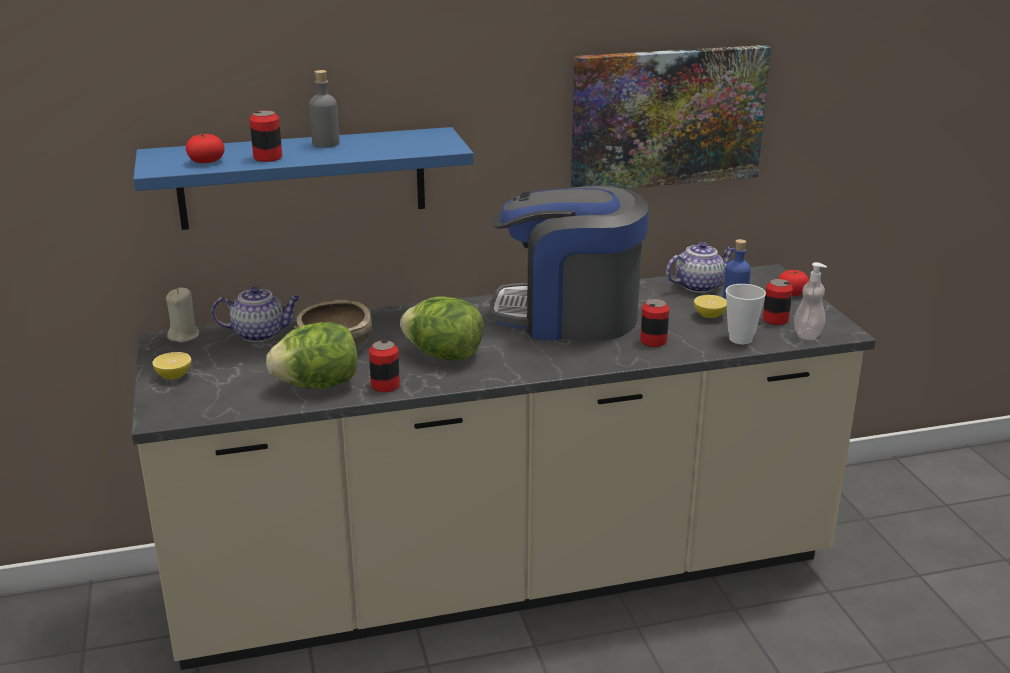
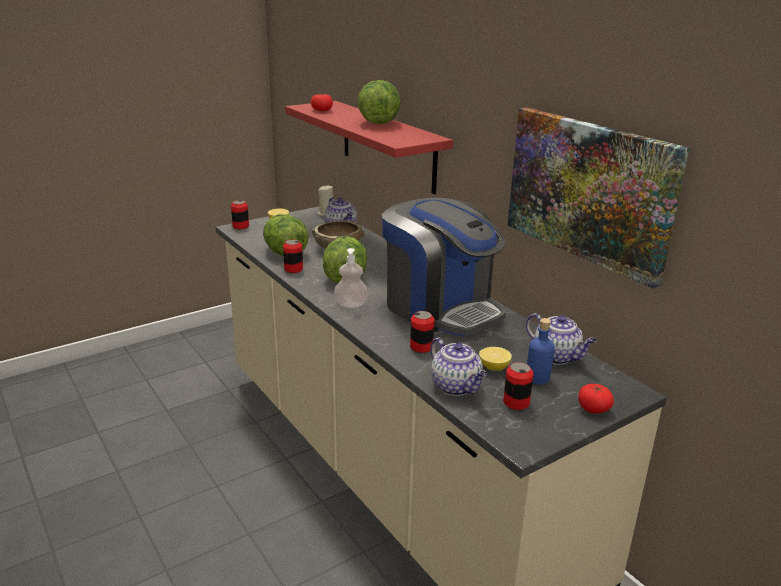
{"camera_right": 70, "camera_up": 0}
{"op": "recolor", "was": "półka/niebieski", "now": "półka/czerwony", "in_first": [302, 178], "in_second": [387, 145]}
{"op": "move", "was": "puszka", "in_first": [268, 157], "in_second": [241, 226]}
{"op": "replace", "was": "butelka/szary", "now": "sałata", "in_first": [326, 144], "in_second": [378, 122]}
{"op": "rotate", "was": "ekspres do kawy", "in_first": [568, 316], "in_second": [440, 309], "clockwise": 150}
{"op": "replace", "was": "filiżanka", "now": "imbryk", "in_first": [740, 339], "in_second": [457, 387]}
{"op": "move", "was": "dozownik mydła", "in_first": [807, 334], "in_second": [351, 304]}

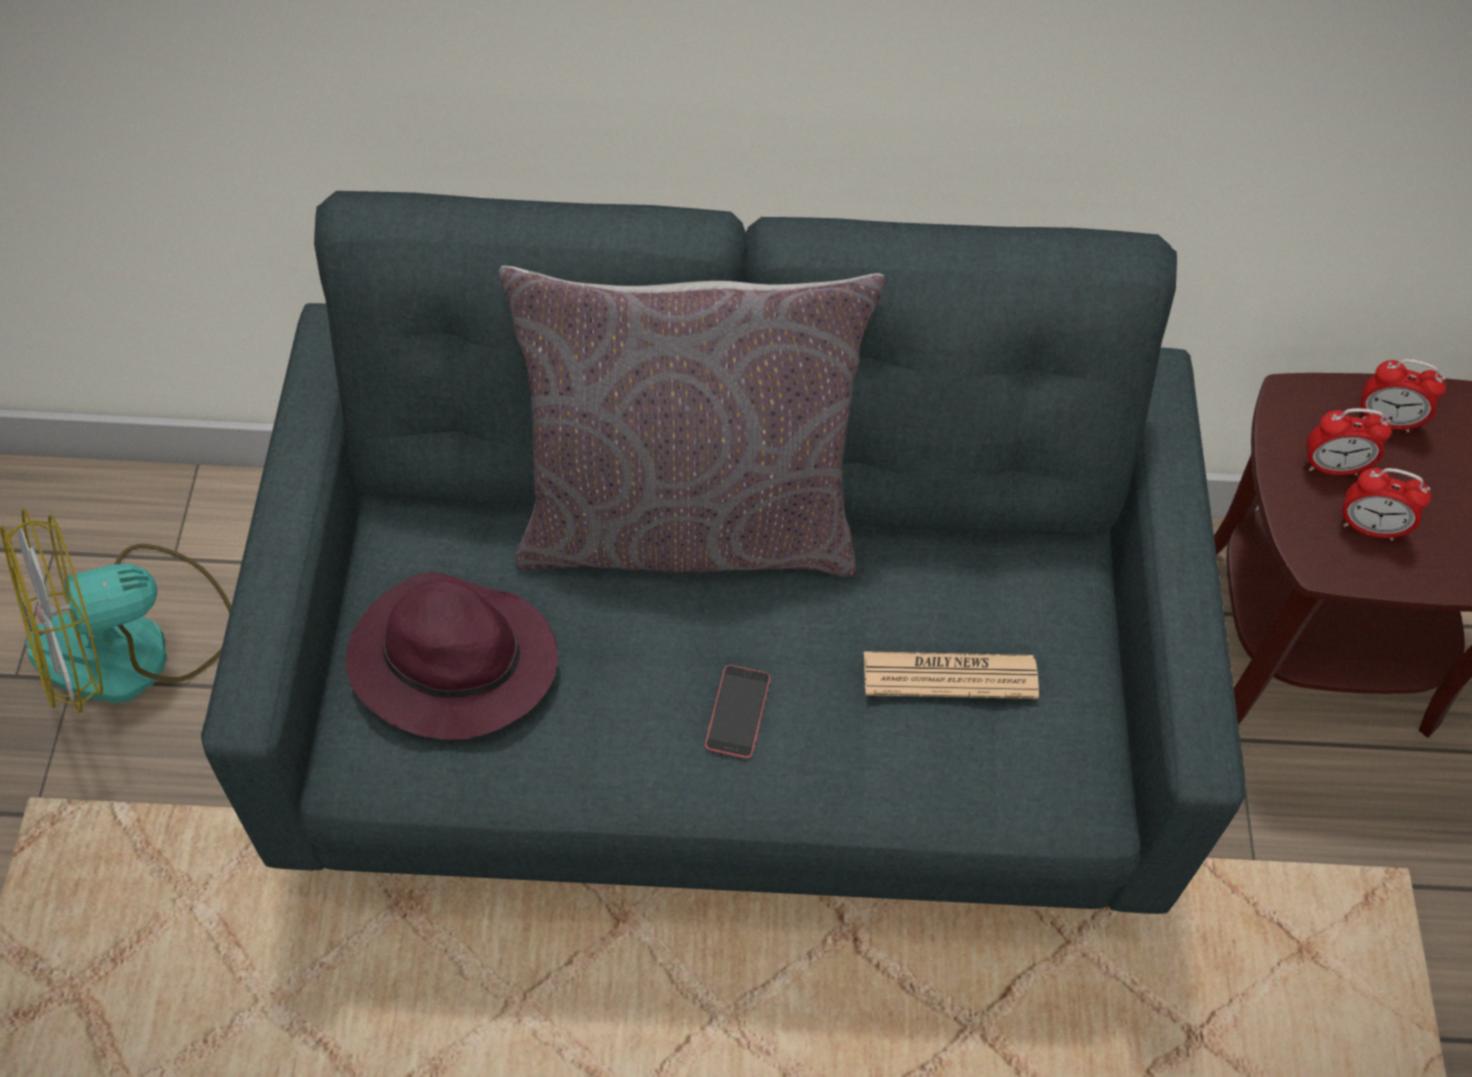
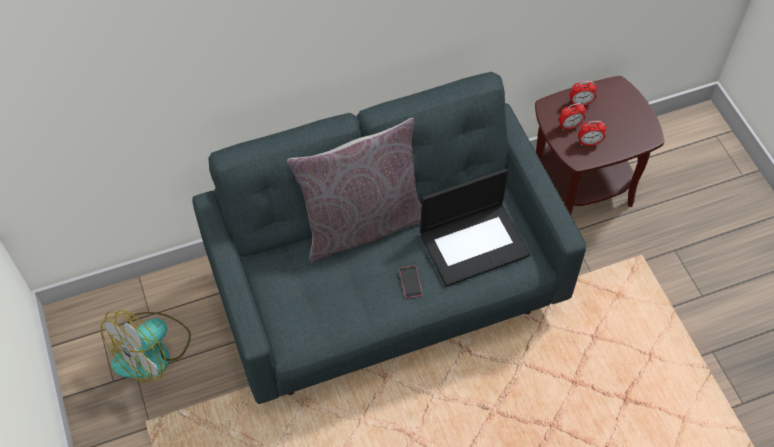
{"camera_right": -20, "camera_up": 0}
{"op": "delete", "was": "kapelusz/fioletowy", "in_first": [450, 662]}
{"op": "replace", "was": "gazeta", "now": "laptop", "in_first": [949, 676], "in_second": [474, 243]}

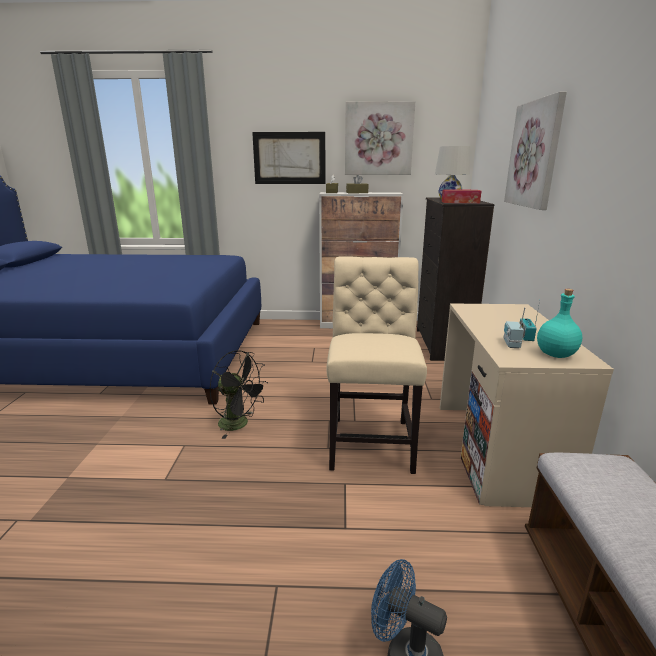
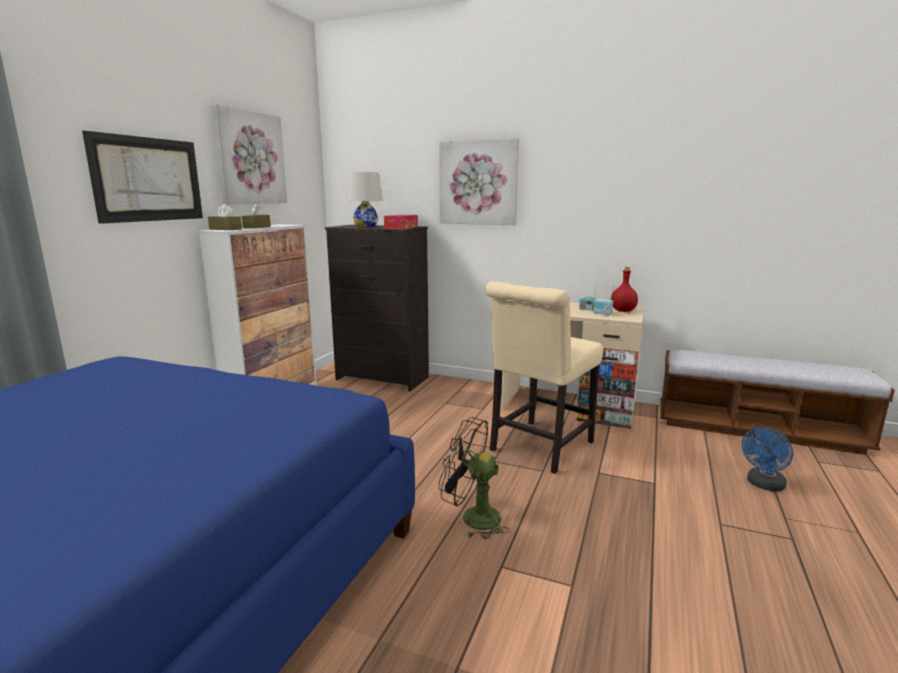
{"camera_right": -70, "camera_up": -5}
{"op": "rotate", "was": "wentylator/czarny", "in_first": [239, 424], "in_second": [472, 517], "clockwise": -120}
{"op": "rotate", "was": "krzesło/beżowy", "in_first": [371, 440], "in_second": [538, 448], "clockwise": -75}
{"op": "recolor", "was": "butelka/turkusowy", "now": "butelka/czerwony", "in_first": [556, 355], "in_second": [623, 311]}

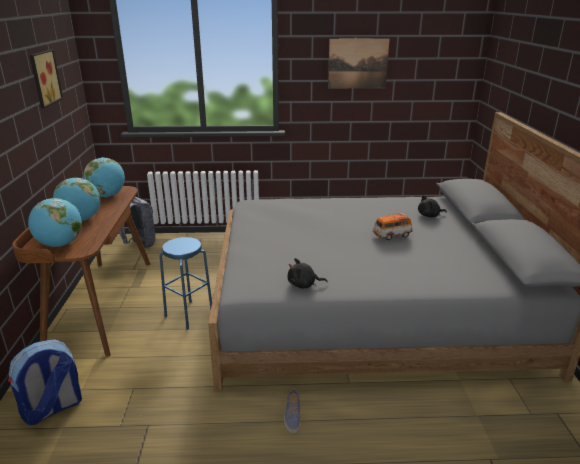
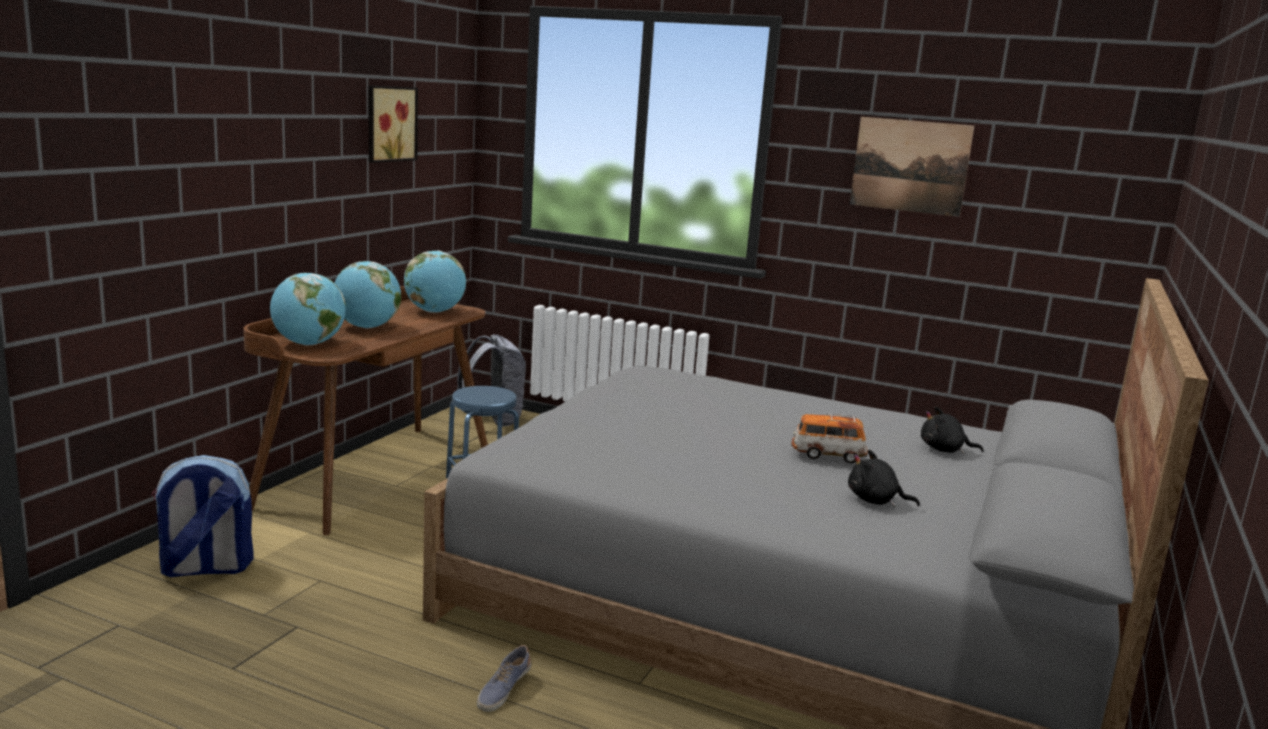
{"camera_right": 25, "camera_up": -10}
{"op": "move", "was": "pluszak/czarny", "in_first": [304, 285], "in_second": [875, 501]}

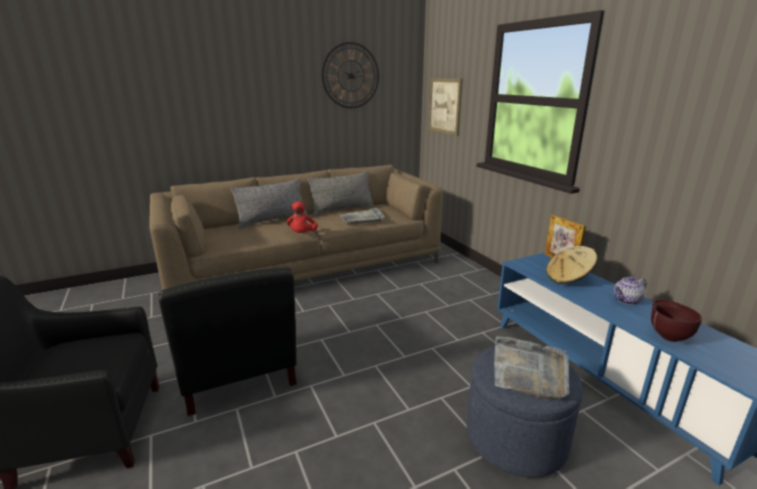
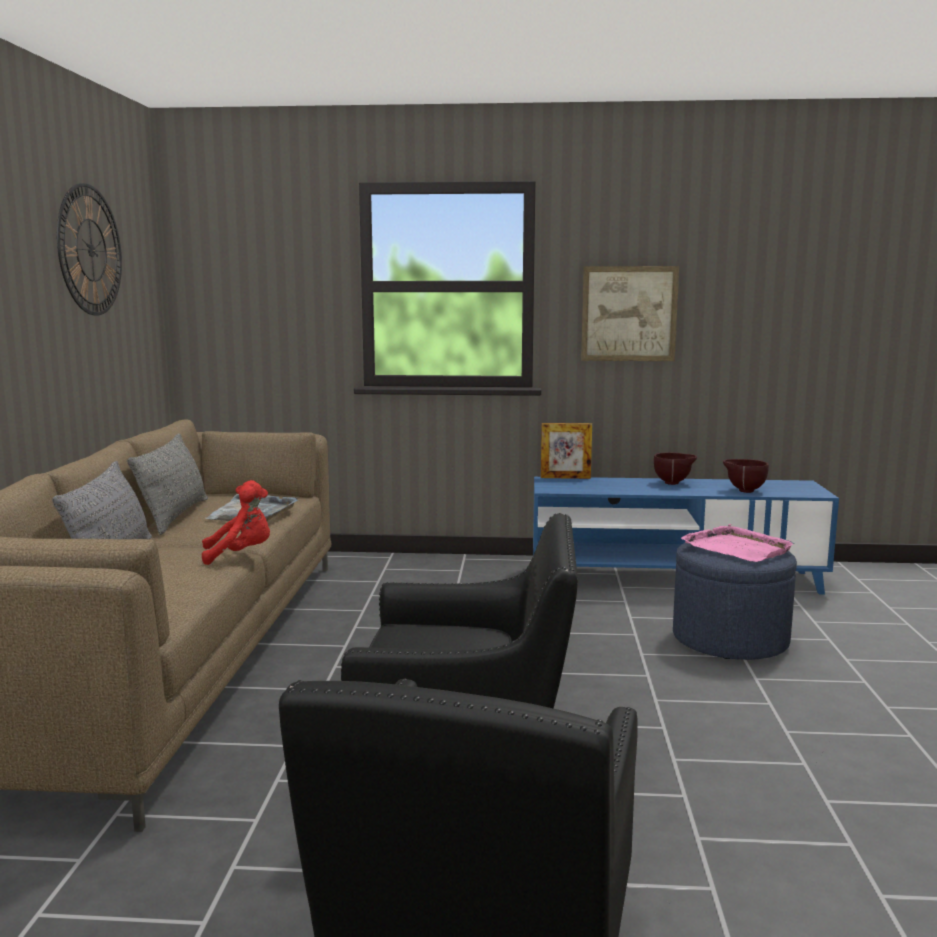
{"camera_right": -60, "camera_up": -10}
{"op": "rotate", "was": "pluszak/czerwony", "in_first": [302, 235], "in_second": [240, 555], "clockwise": -45}
{"op": "move", "was": "obraz", "in_first": [445, 106], "in_second": [629, 313]}
{"op": "recolor", "was": "taca/szary", "now": "taca/różowy", "in_first": [529, 370], "in_second": [737, 548]}
{"op": "delete", "was": "kapelusz/beżowy", "in_first": [568, 278]}
{"op": "replace", "was": "imbryk", "now": "miska/brązowy", "in_first": [627, 300], "in_second": [674, 483]}

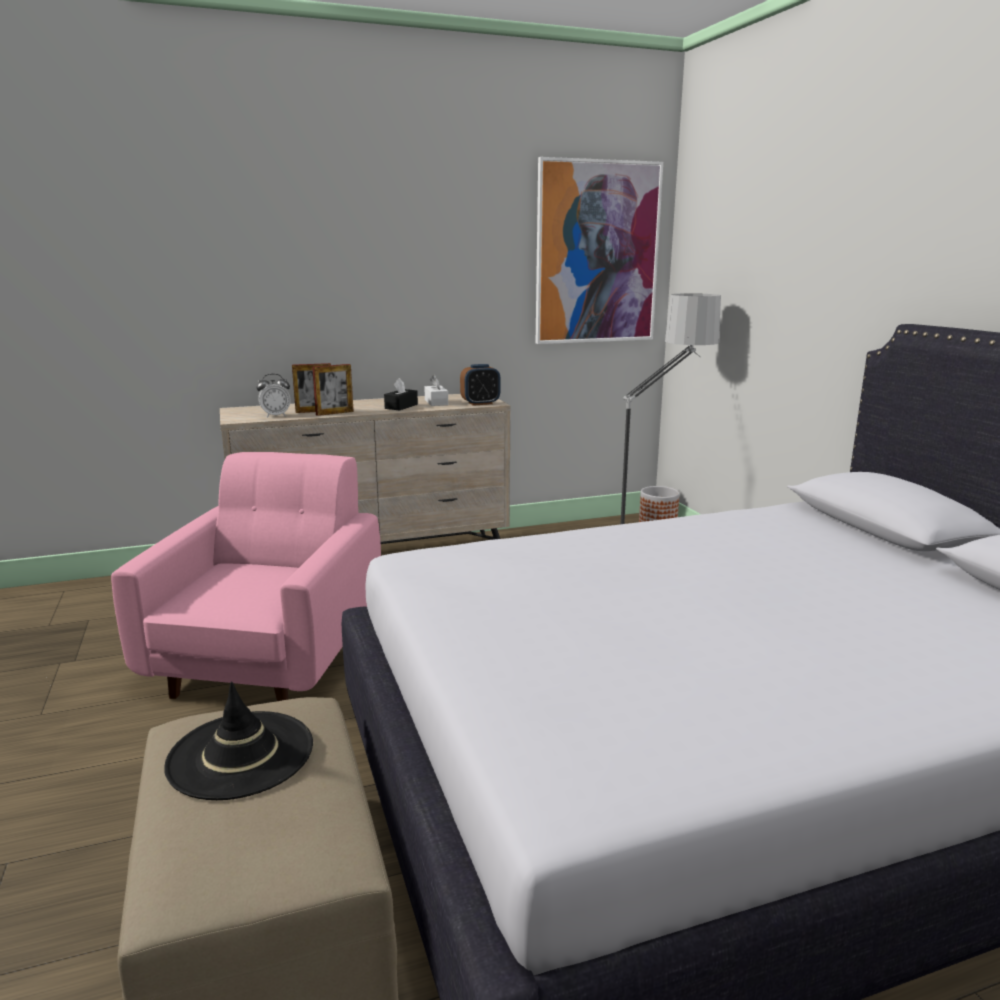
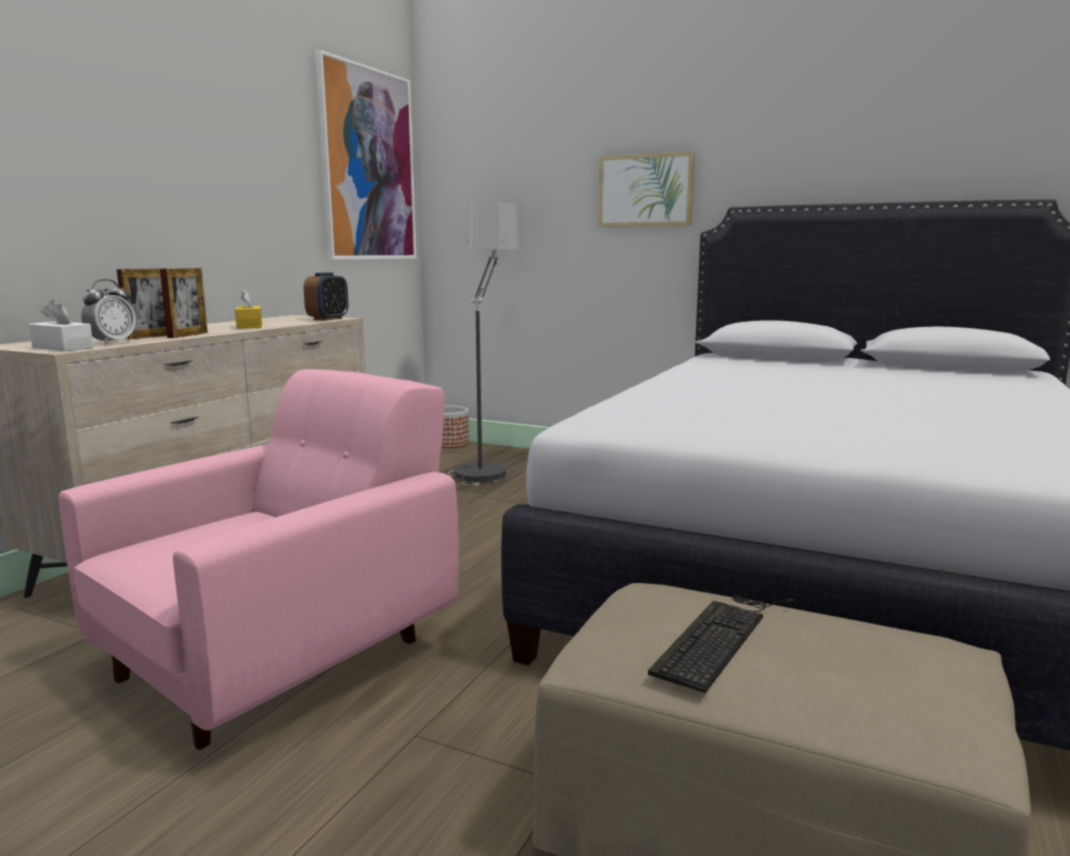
{"camera_right": -45, "camera_up": -5}
{"op": "rotate", "was": "fotel/różowy", "in_first": [271, 655], "in_second": [282, 655], "clockwise": 75}
{"op": "replace", "was": "kapelusz/czarny", "now": "klawiatura", "in_first": [241, 755], "in_second": [720, 636]}
{"op": "recolor", "was": "pudełko chusteczek/czarny", "now": "pudełko chusteczek/żółty", "in_first": [401, 406], "in_second": [249, 326]}
{"op": "move", "was": "pudełko chusteczek/biały", "in_first": [436, 402], "in_second": [63, 348]}
{"op": "insert", "now": "obraz", "in_second": [645, 190]}

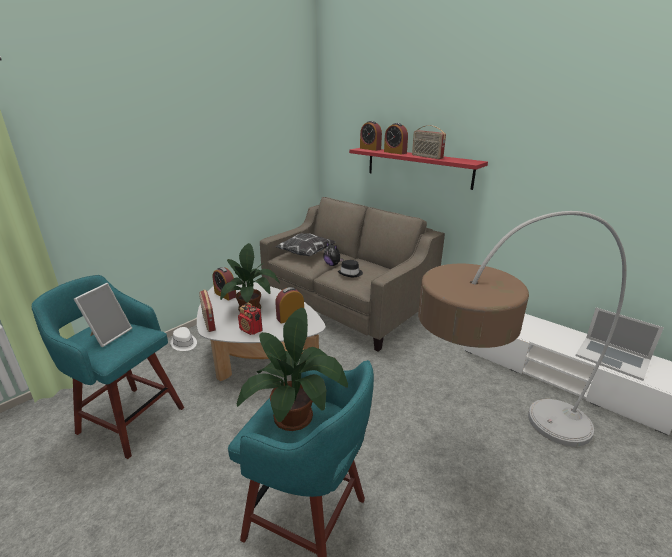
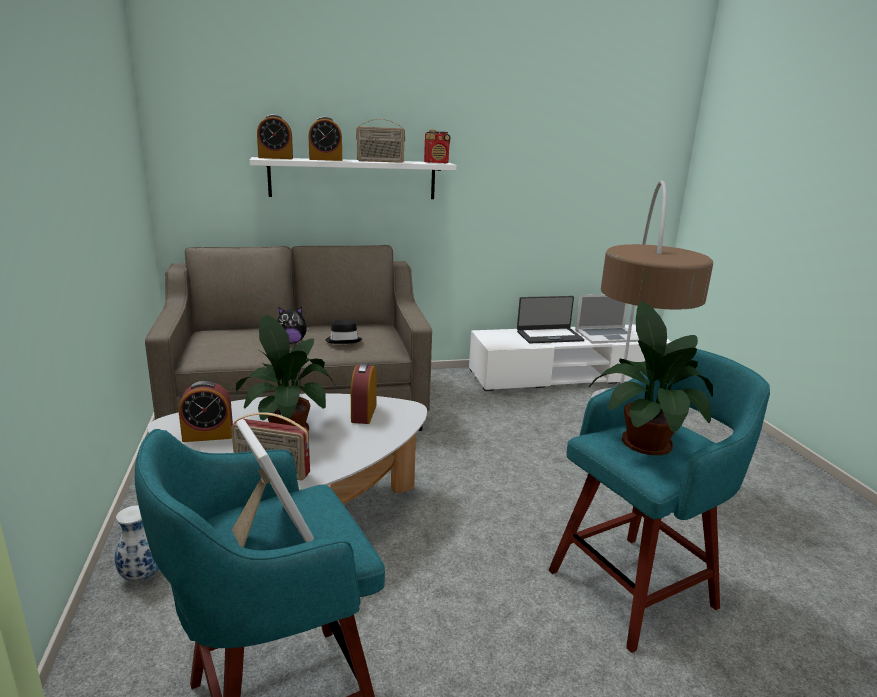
{"camera_right": -55, "camera_up": -5}
{"op": "replace", "was": "kapelusz/biały", "now": "wazon", "in_first": [184, 343], "in_second": [143, 576]}
{"op": "move", "was": "radio", "in_first": [251, 330], "in_second": [437, 163]}
{"op": "delete", "was": "poduszka", "in_first": [305, 253]}
{"op": "recolor", "was": "półka/czerwony", "now": "półka/biały", "in_first": [418, 167], "in_second": [353, 179]}
{"op": "insert", "now": "laptop", "in_second": [549, 336]}

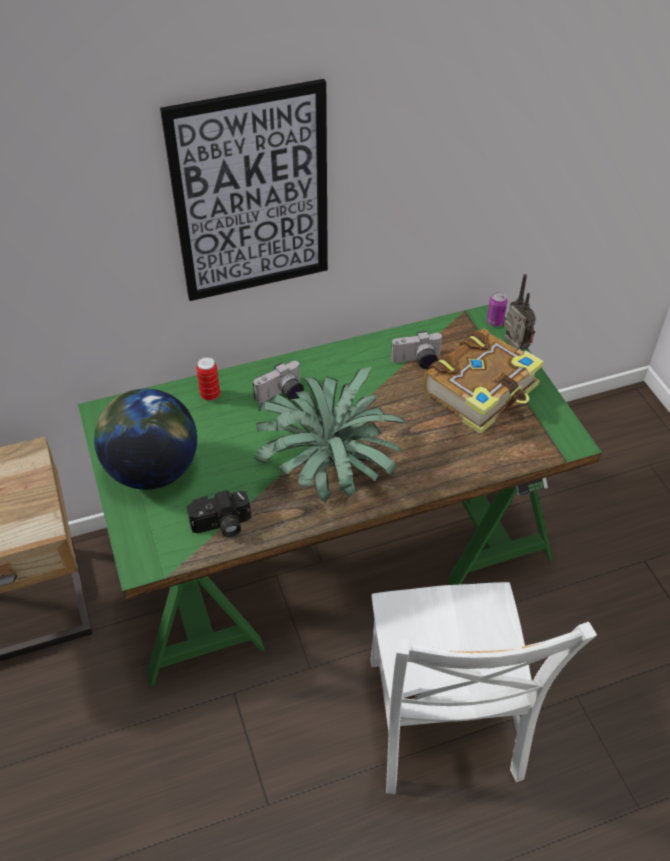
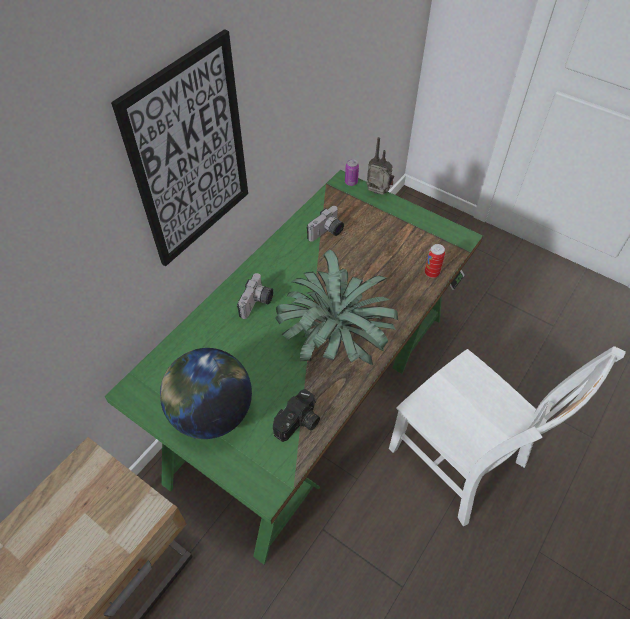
{"camera_right": -35, "camera_up": 5}
{"op": "move", "was": "puszka", "in_first": [210, 395], "in_second": [431, 273]}
{"op": "delete", "was": "książka", "in_first": [482, 391]}

